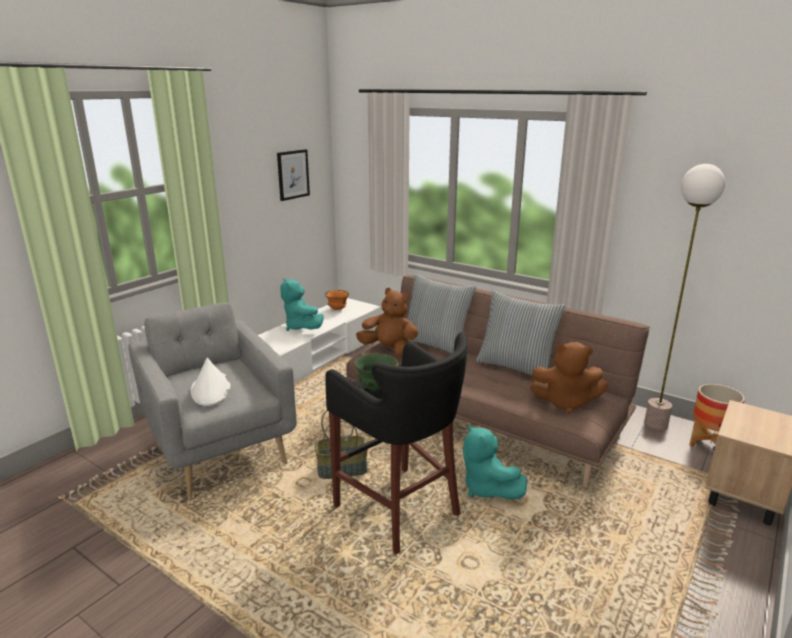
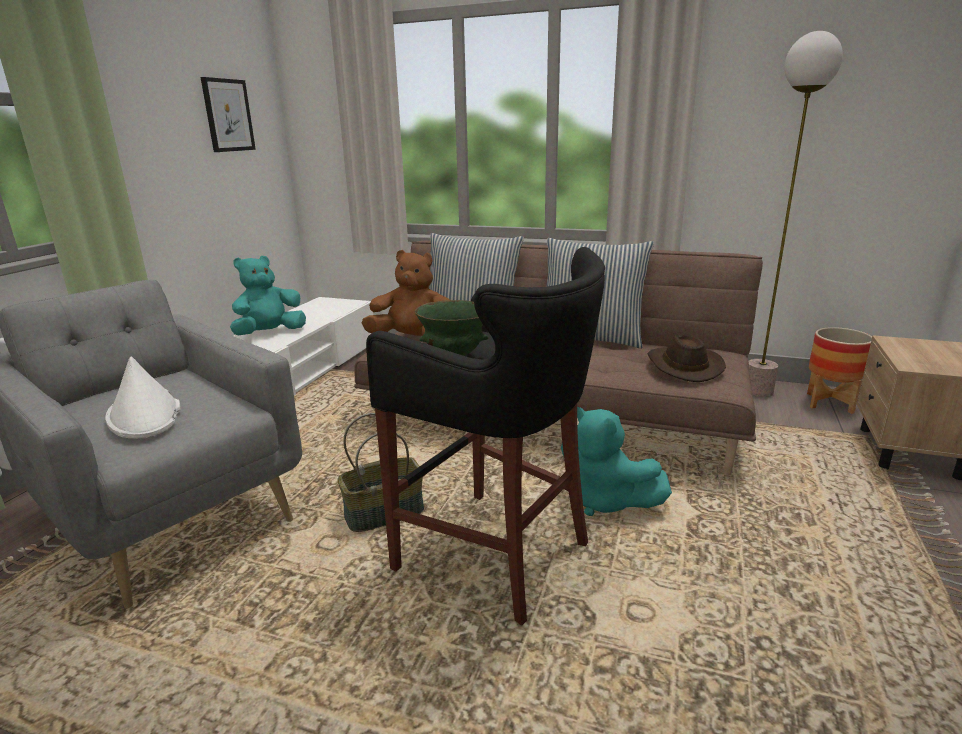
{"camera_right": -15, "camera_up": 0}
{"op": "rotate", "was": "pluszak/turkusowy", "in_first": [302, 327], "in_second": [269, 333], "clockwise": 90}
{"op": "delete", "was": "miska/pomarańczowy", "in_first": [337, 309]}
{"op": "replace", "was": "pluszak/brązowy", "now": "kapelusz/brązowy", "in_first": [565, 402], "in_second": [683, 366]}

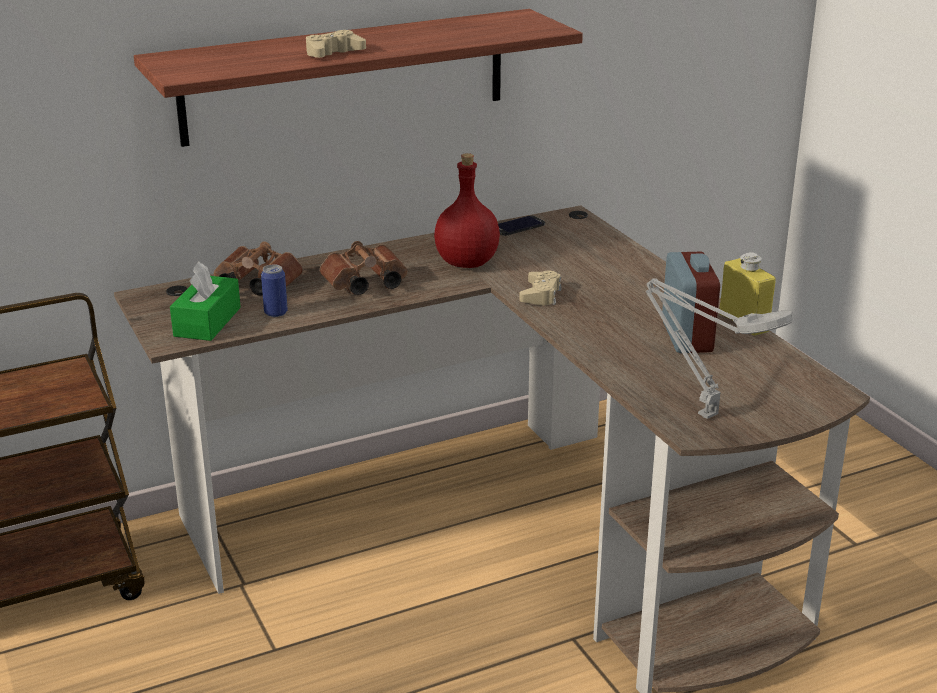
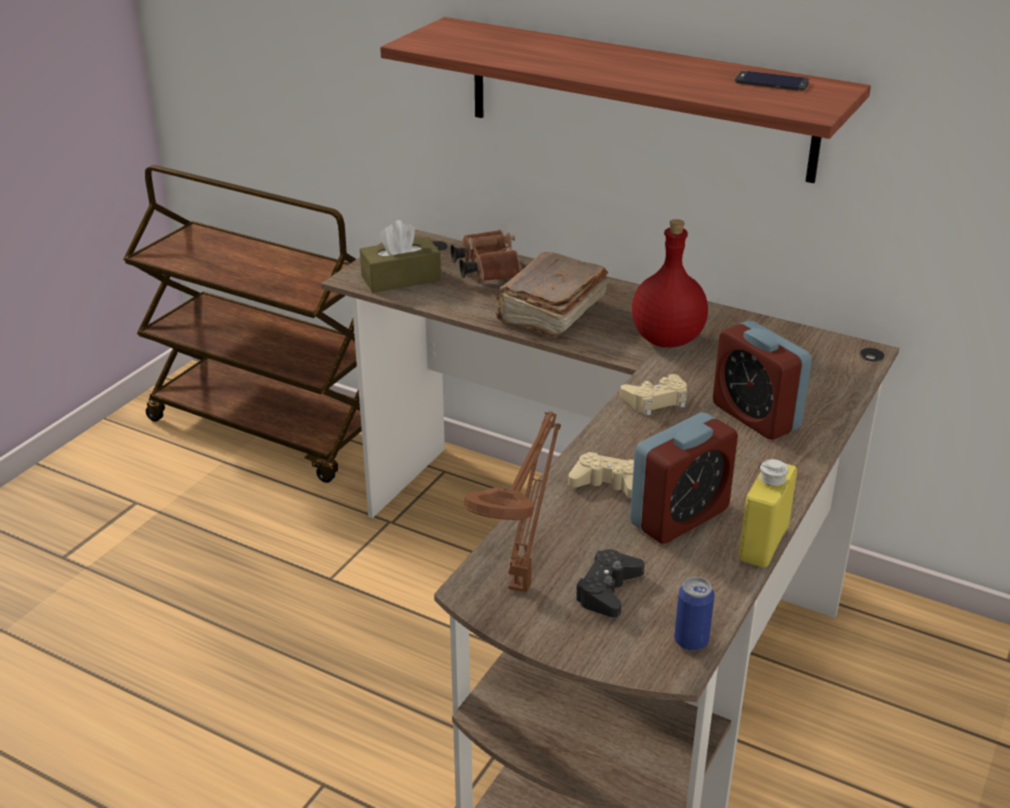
{"camera_right": 55, "camera_up": 5}
{"op": "recolor", "was": "pudełko chusteczek/zielony", "now": "pudełko chusteczek/brązowy", "in_first": [207, 322], "in_second": [401, 278]}
{"op": "move", "was": "puszka", "in_first": [276, 313], "in_second": [691, 641]}
{"op": "move", "was": "pad do gier/beżowy", "in_first": [333, 53], "in_second": [607, 483]}
{"op": "replace", "was": "lornetka/brązowy", "now": "książka/brązowy", "in_first": [363, 286], "in_second": [550, 312]}
{"op": "move", "was": "telefon", "in_first": [518, 226], "in_second": [771, 82]}
{"op": "recolor", "was": "lampa stołowa/szary", "now": "lampa stołowa/brązowy", "in_first": [703, 413], "in_second": [522, 583]}
{"op": "insert", "now": "pad do gier/czarny", "in_second": [608, 590]}
{"op": "insert", "now": "budzik", "in_second": [755, 416]}

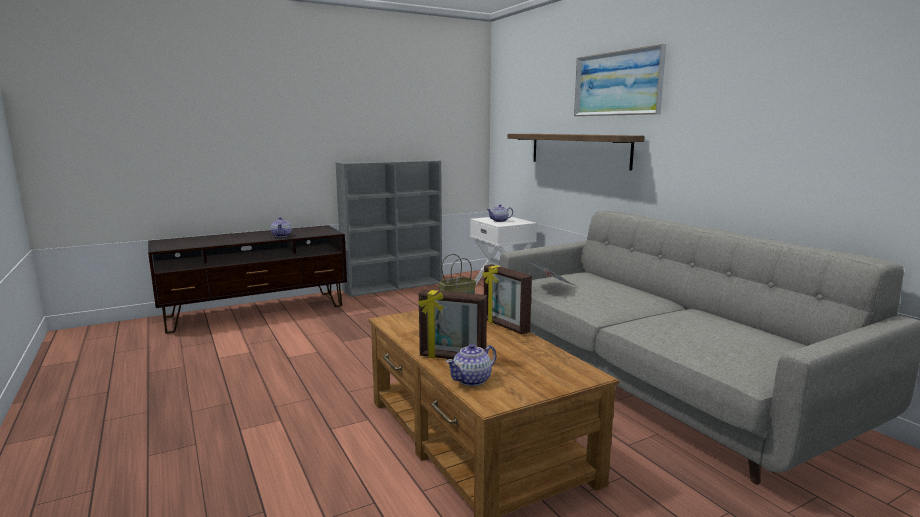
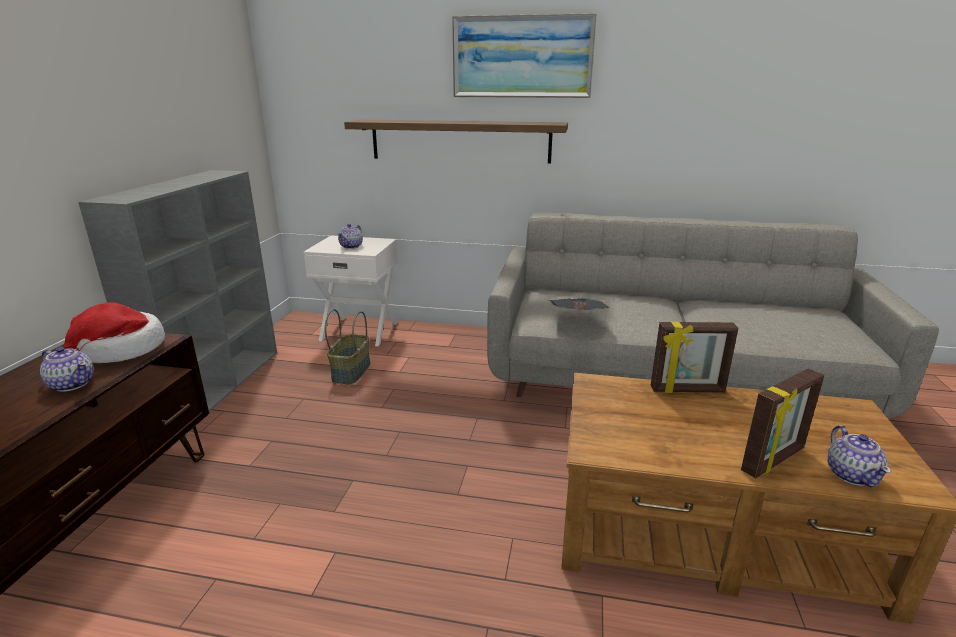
{"camera_right": -50, "camera_up": 10}
{"op": "insert", "now": "kapelusz", "in_second": [120, 350]}

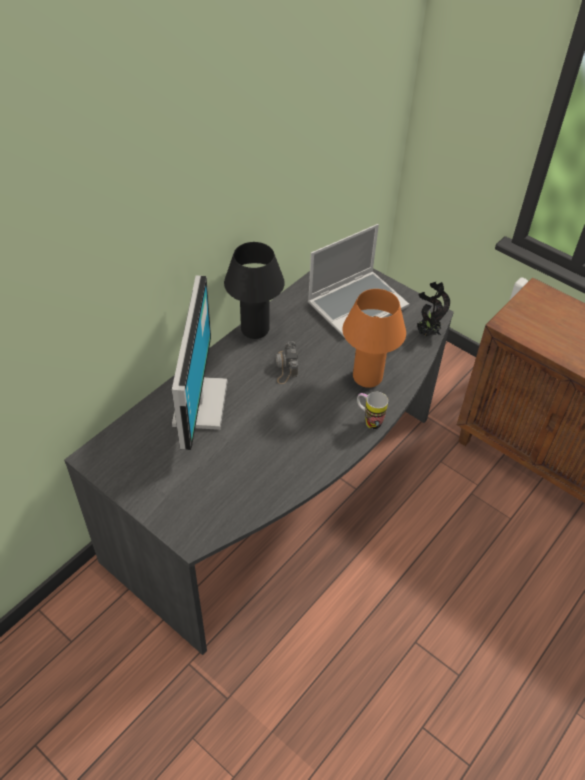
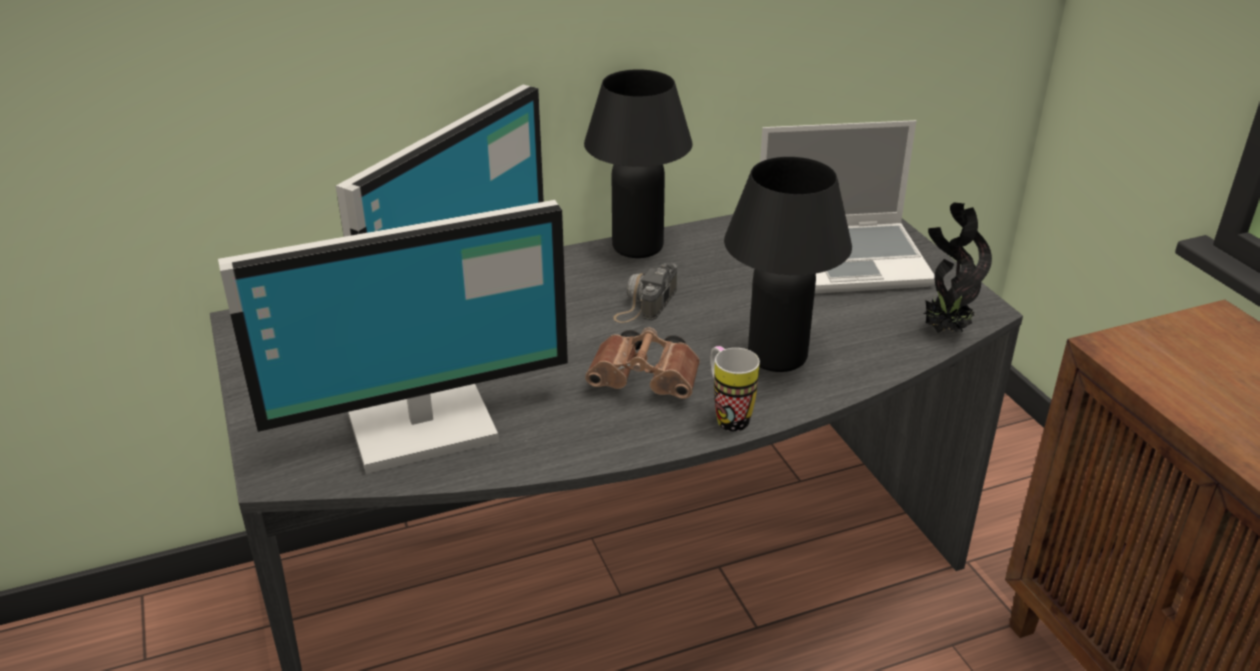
{"camera_right": 30, "camera_up": -15}
{"op": "recolor", "was": "lampa stołowa/pomarańczowy", "now": "lampa stołowa/czarny", "in_first": [367, 377], "in_second": [777, 356]}
{"op": "insert", "now": "monitor", "in_second": [420, 423]}
{"op": "insert", "now": "lornetka/brązowy", "in_second": [647, 382]}

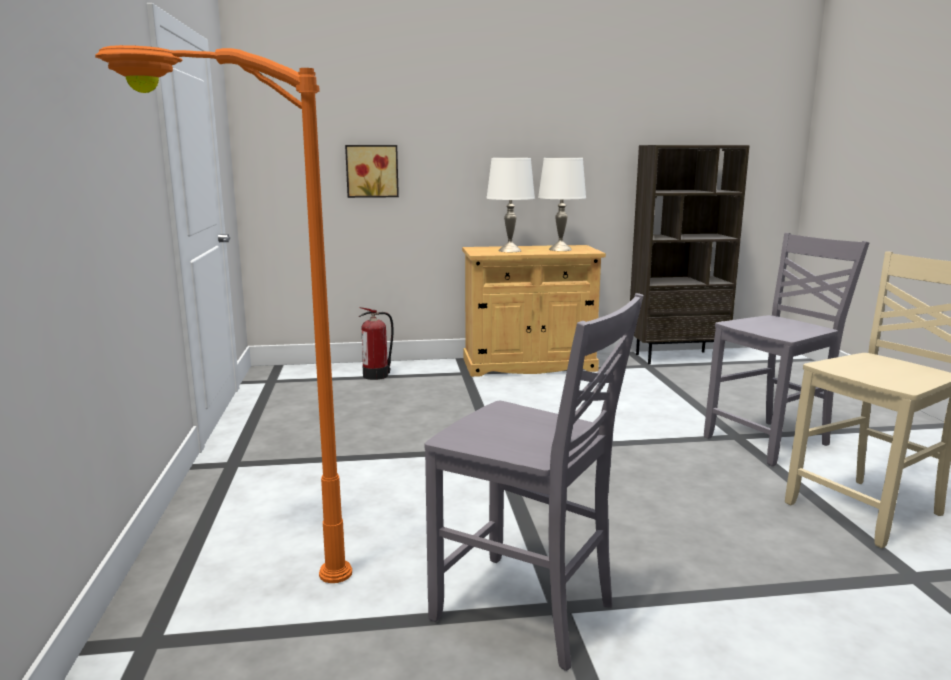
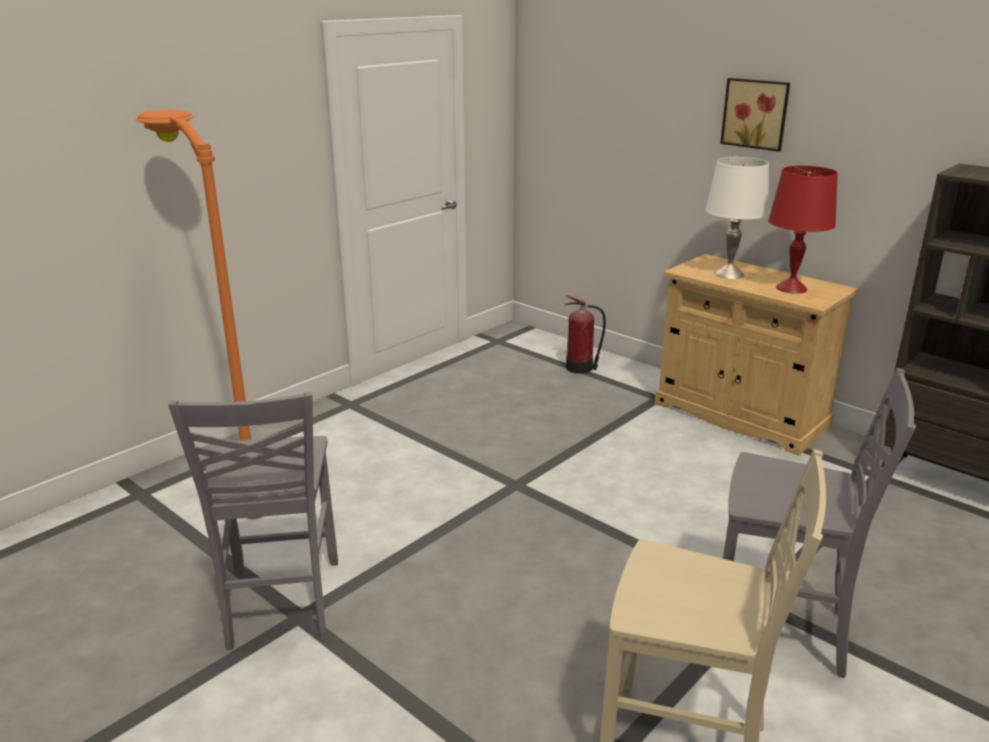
{"camera_right": 50, "camera_up": 10}
{"op": "move", "was": "obraz", "in_first": [372, 171], "in_second": [756, 113]}
{"op": "recolor", "was": "lampa stołowa/biały", "now": "lampa stołowa/czerwony", "in_first": [560, 249], "in_second": [791, 288]}

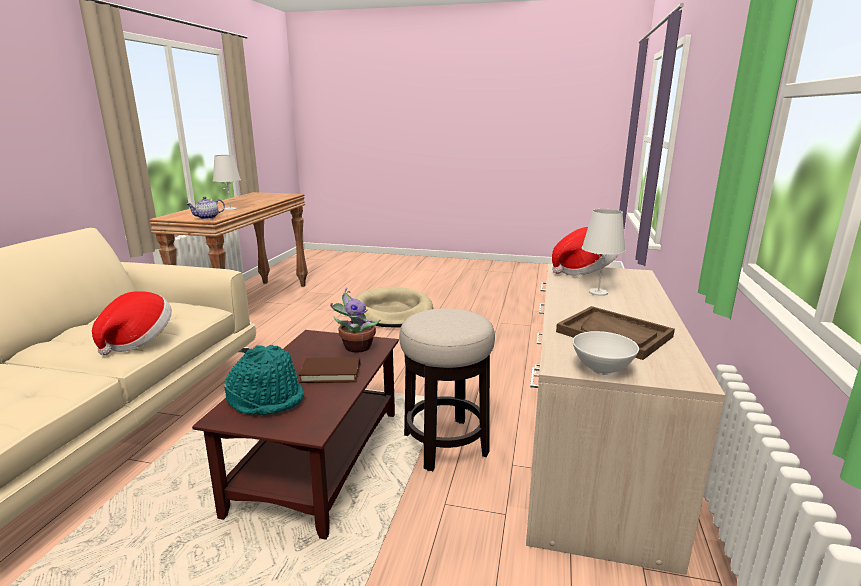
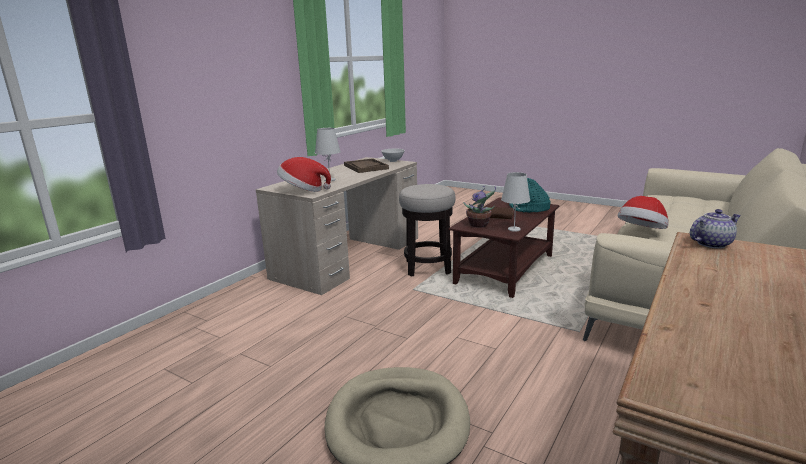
{"camera_right": -160, "camera_up": 0}
{"op": "move", "was": "lampa stołowa/biały", "in_first": [230, 209], "in_second": [514, 229]}

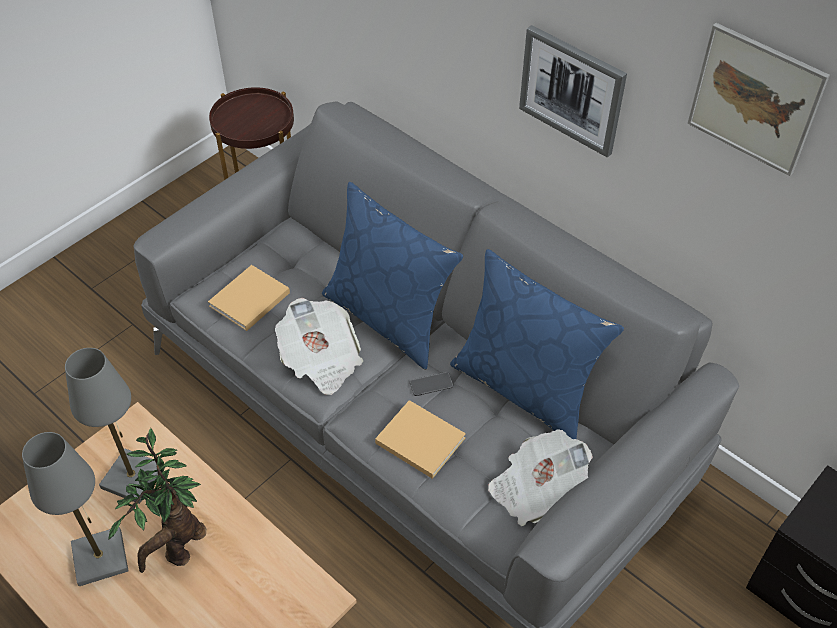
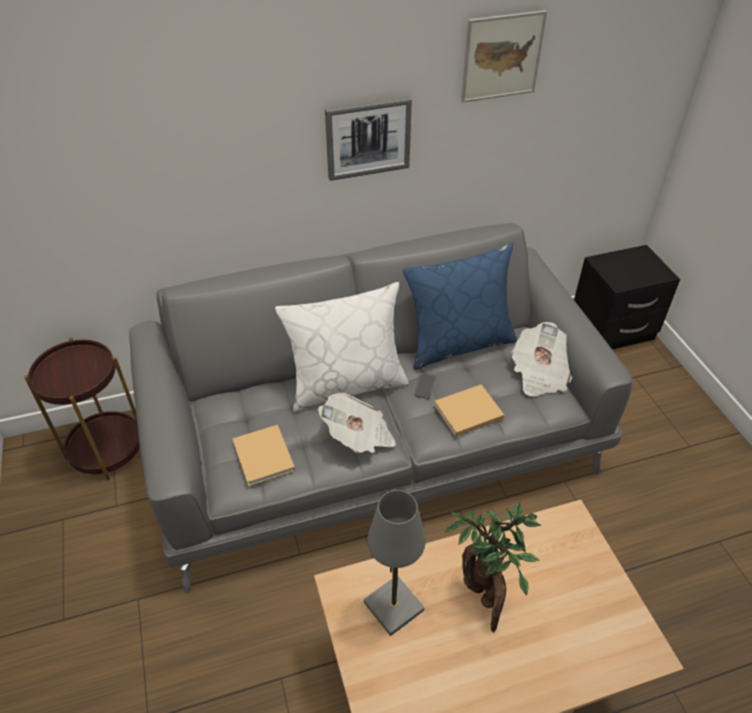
{"camera_right": -60, "camera_up": -5}
{"op": "delete", "was": "lampa stołowa/szary", "in_first": [100, 557]}
{"op": "recolor", "was": "poduszka/niebieski", "now": "poduszka/biały", "in_first": [389, 317], "in_second": [346, 384]}

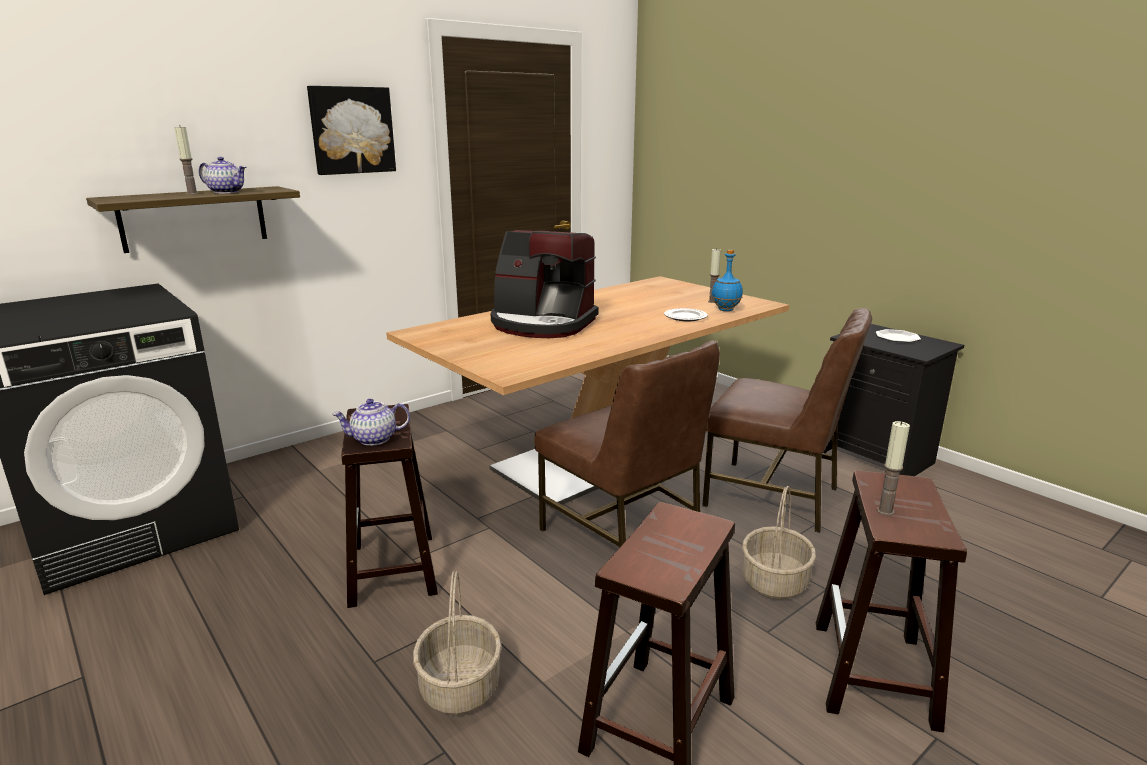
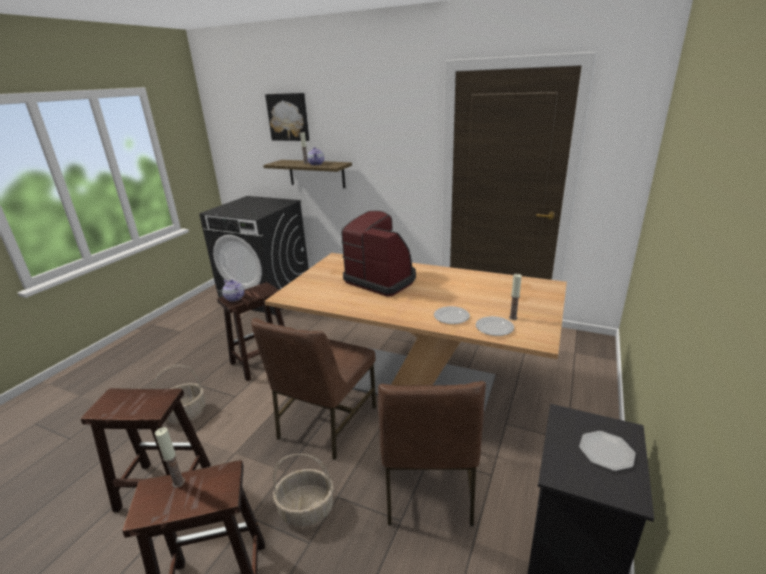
{"camera_right": 65, "camera_up": 5}
{"op": "move", "was": "obraz", "in_first": [351, 130], "in_second": [288, 117]}
{"op": "rotate", "was": "ekspres do kawy", "in_first": [542, 324], "in_second": [382, 279], "clockwise": 135}
{"op": "replace", "was": "butelka/niebieski", "now": "talerz", "in_first": [725, 310], "in_second": [494, 328]}

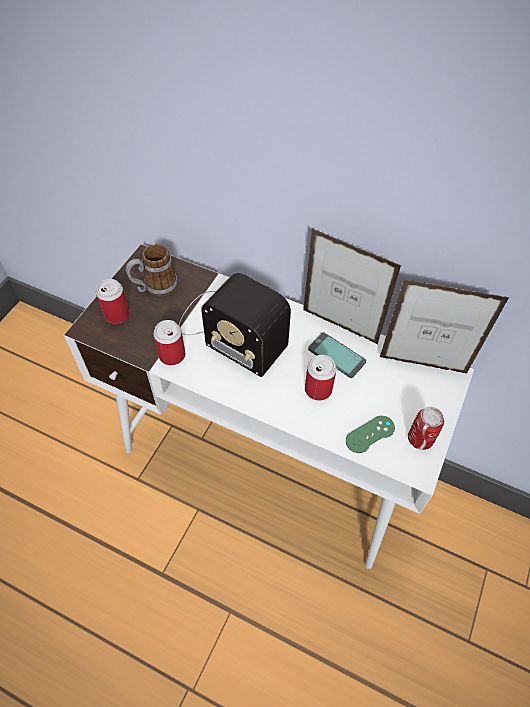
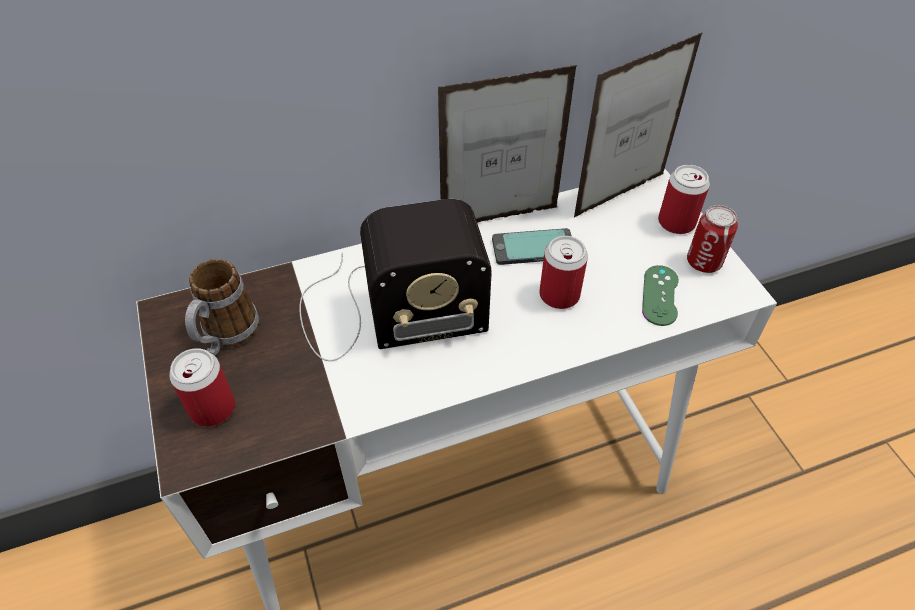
{"camera_right": -45, "camera_up": -5}
{"op": "move", "was": "puszka", "in_first": [172, 355], "in_second": [676, 222]}

